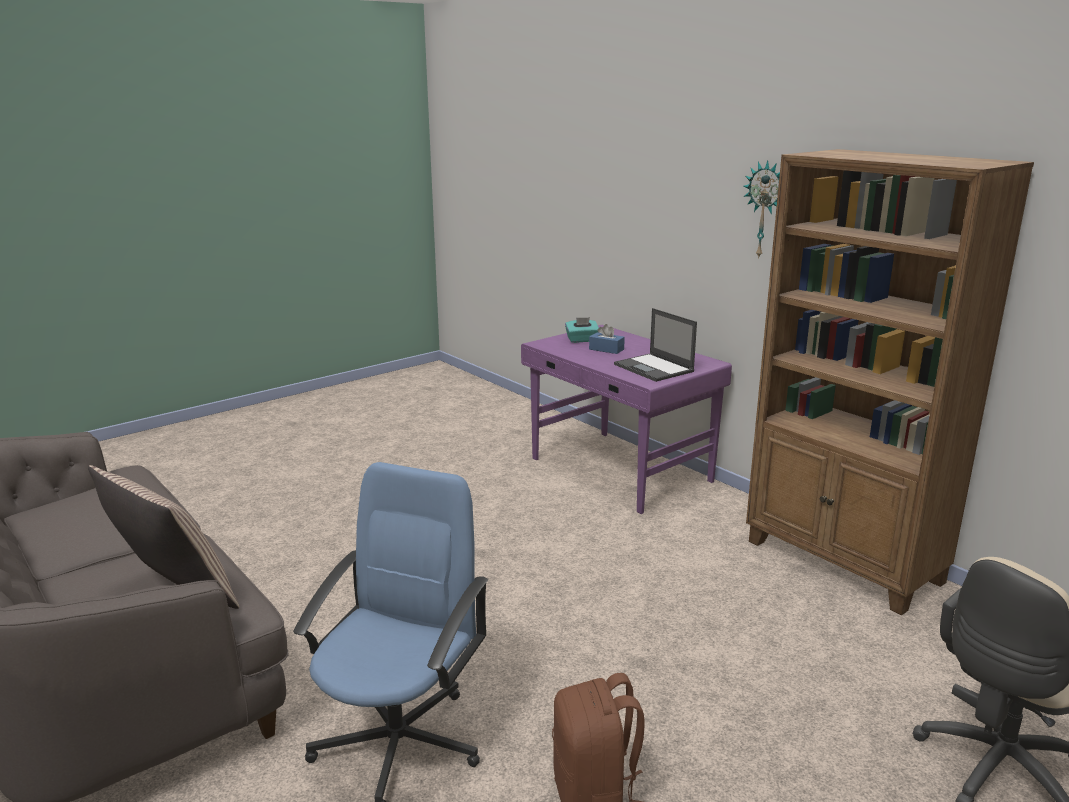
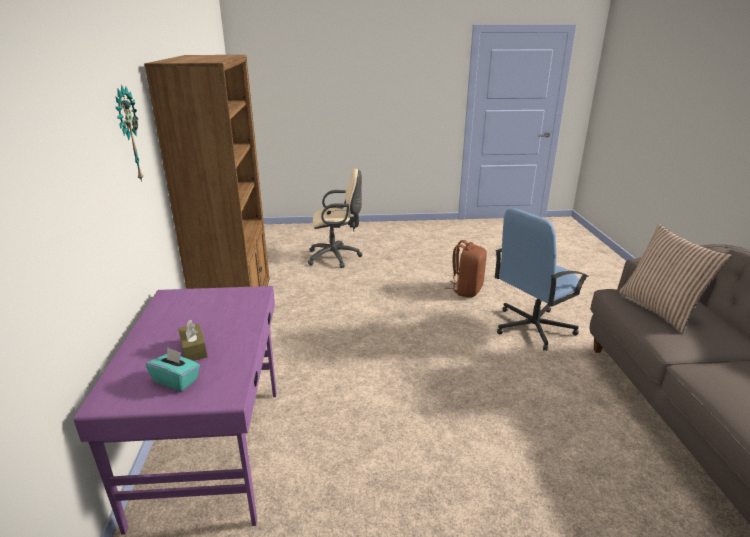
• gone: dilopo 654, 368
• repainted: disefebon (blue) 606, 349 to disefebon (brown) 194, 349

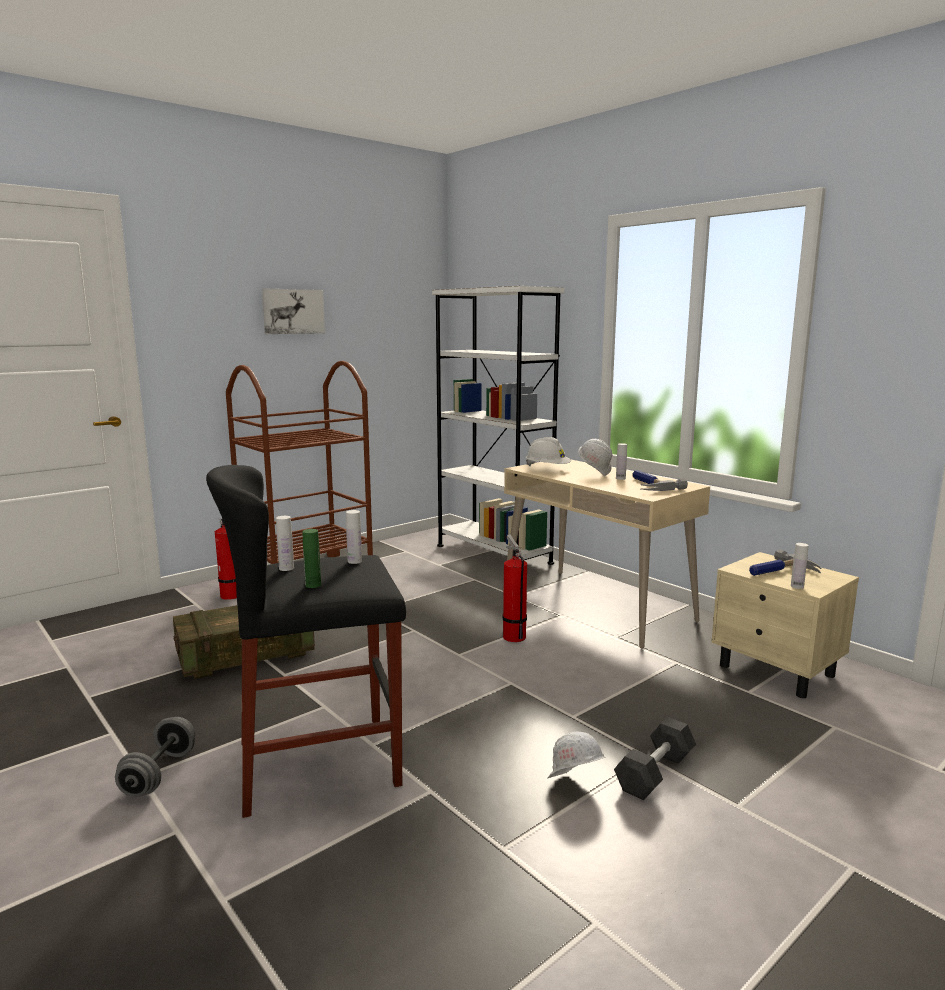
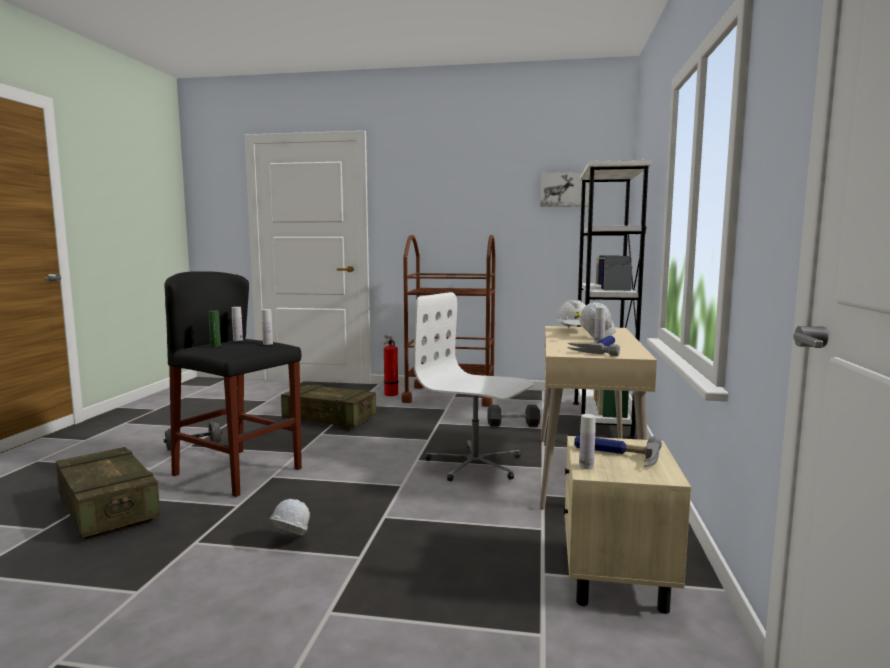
• new: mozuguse 108, 510
• shifted: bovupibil 292, 311 to 565, 189
• shifted: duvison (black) 655, 773 to 513, 424
• swapped: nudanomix 513, 635 to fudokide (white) 475, 464

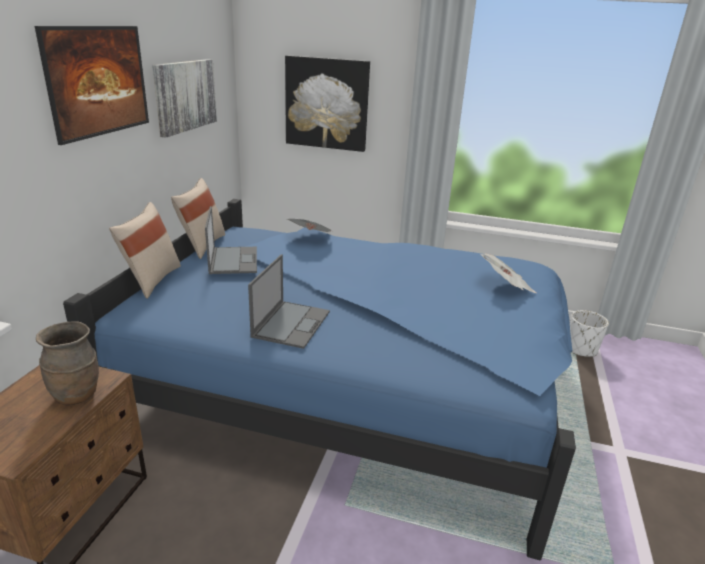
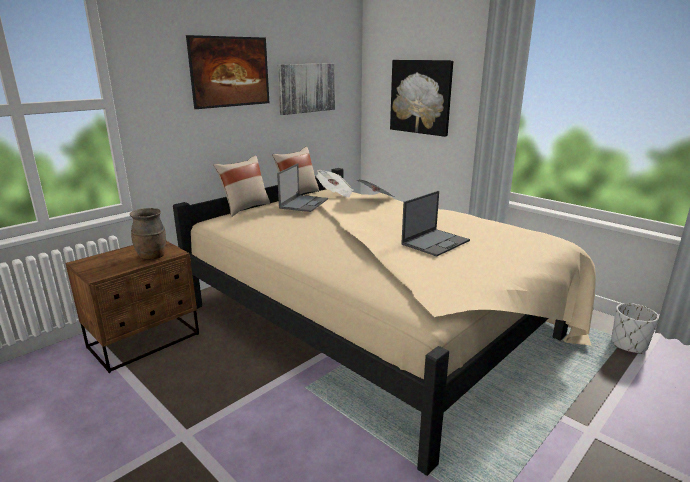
• shifted: dilopo 291, 323 to 435, 242
• shifted: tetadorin 506, 287 to 335, 193
• repainted: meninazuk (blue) 358, 385 to meninazuk (beige) 380, 320

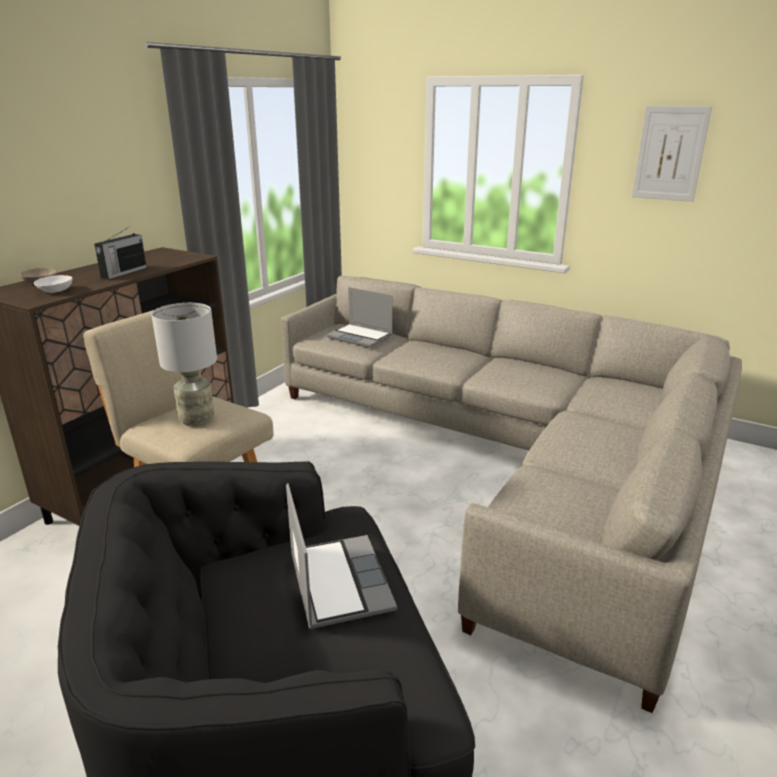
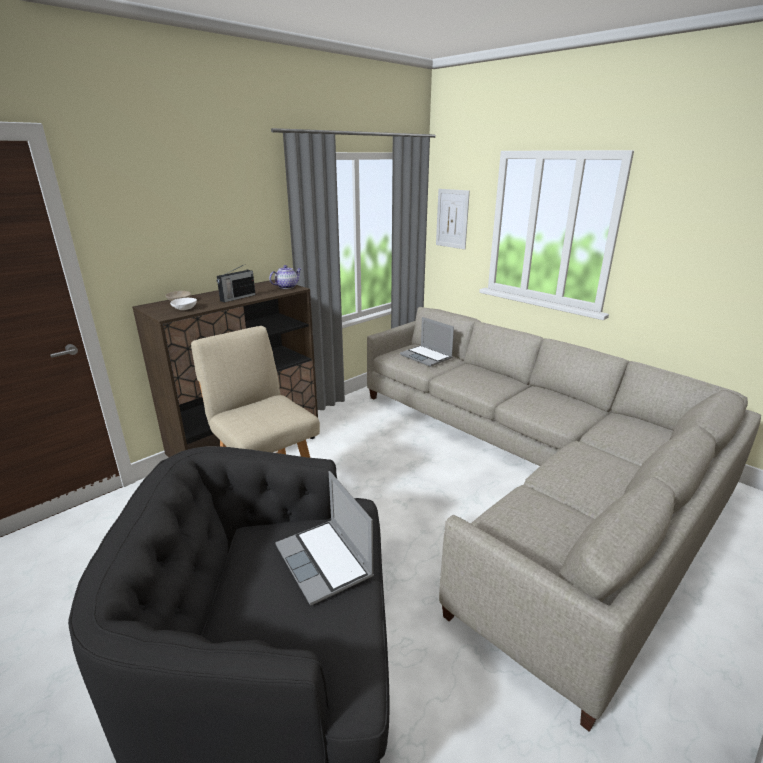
• gone: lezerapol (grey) 197, 419
• new: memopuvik 287, 287
• shifted: bovupibil 670, 153 to 452, 219
• rotated: dilopo 338, 581 = 325, 562 150 degrees clockwise

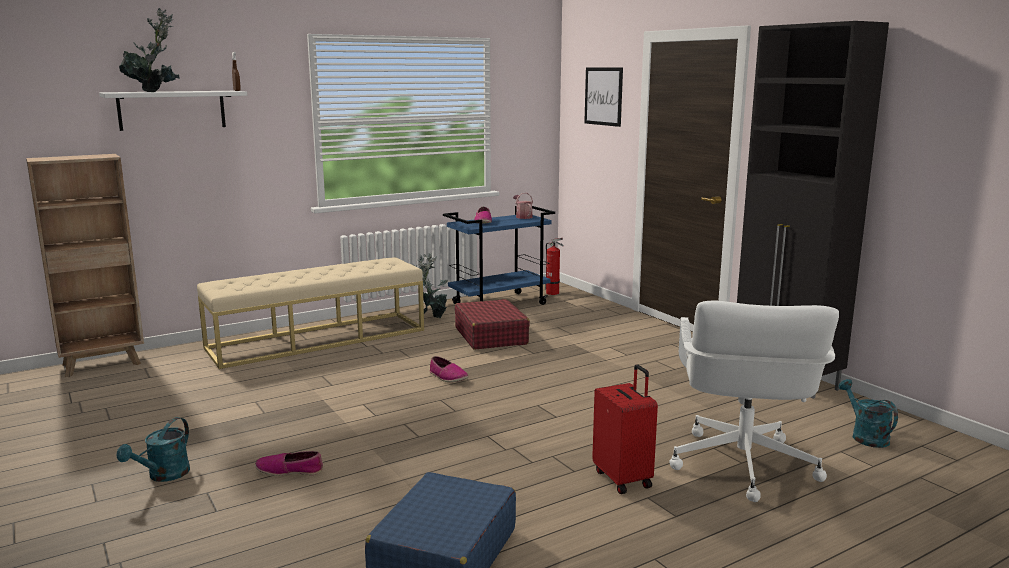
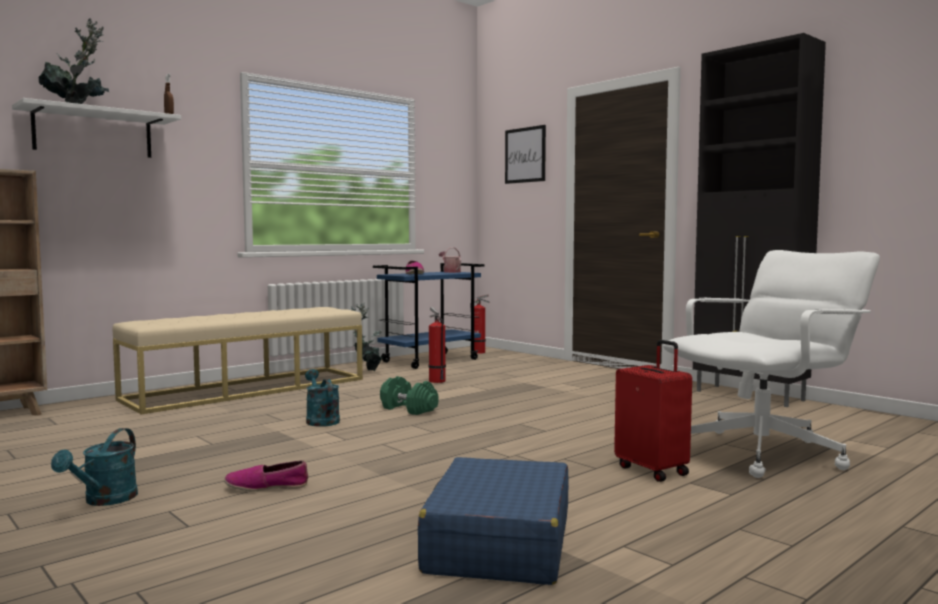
• shifted: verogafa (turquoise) 865, 436 to 320, 420
• swapped: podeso 447, 377 to duvison (green) 409, 409
• swapped: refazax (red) 491, 336 to nudanomix 436, 380
• rotated: fudokide (white) 741, 465 = 763, 454 120 degrees counterclockwise

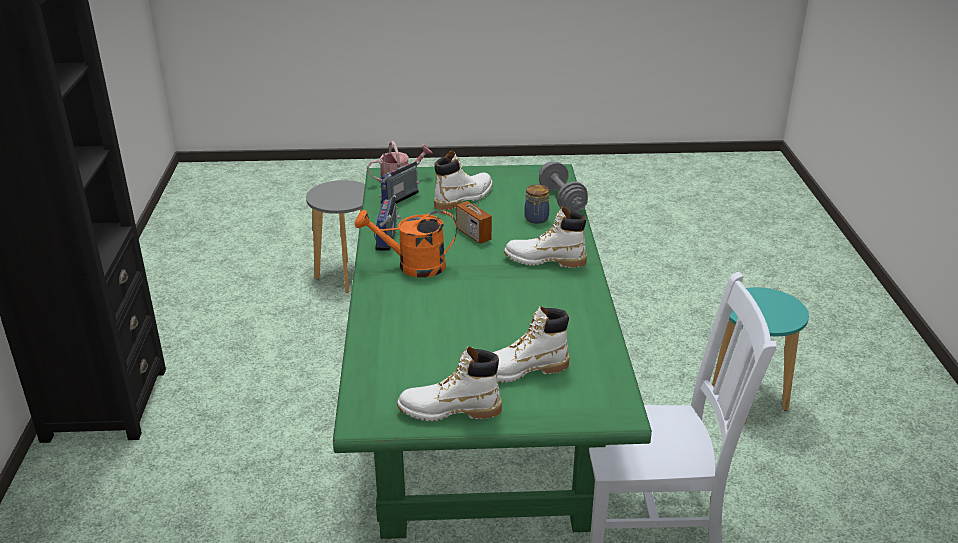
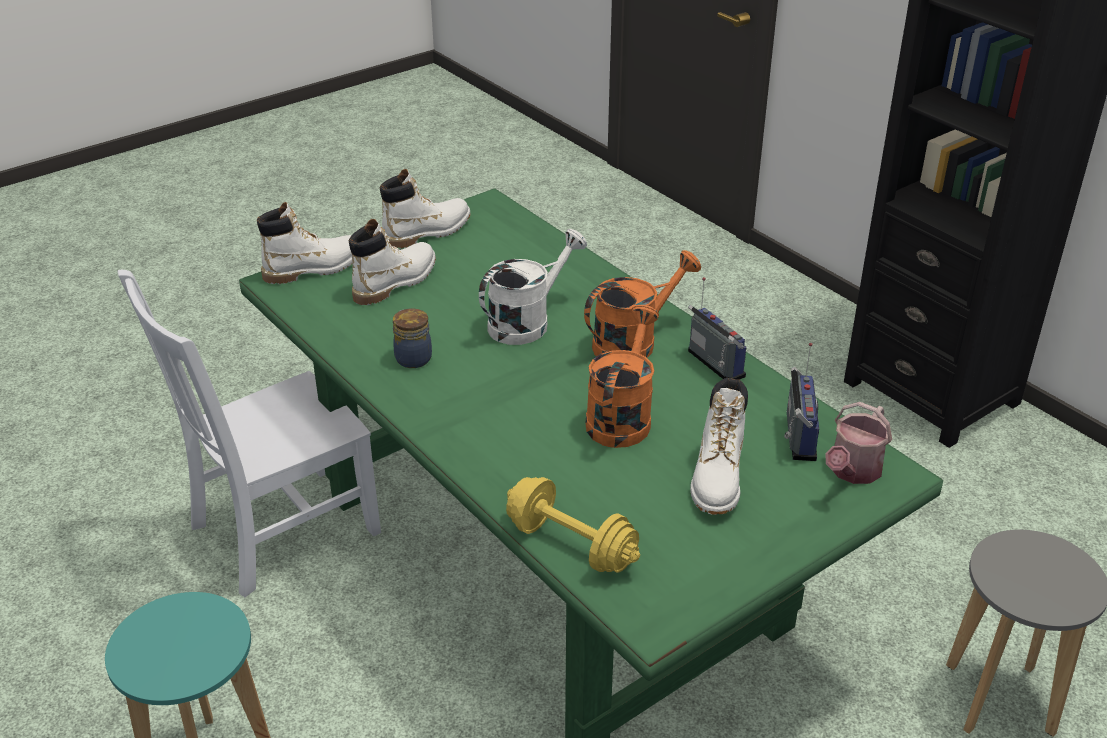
• new: verogafa (white) 527, 322
• shifted: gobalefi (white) 545, 260 to 314, 268
• shifted: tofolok 536, 219 to 412, 358
• swapped: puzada 473, 235 to verogafa (orange) 621, 416
• repainted: duvison (grey) 562, 200 to duvison (yellow) 571, 545

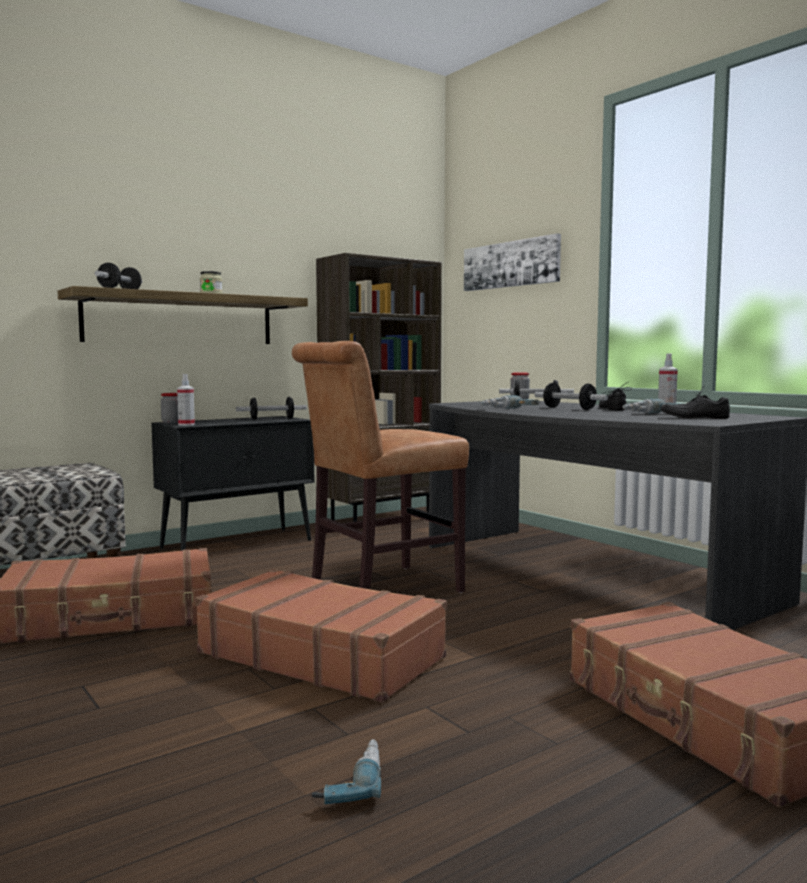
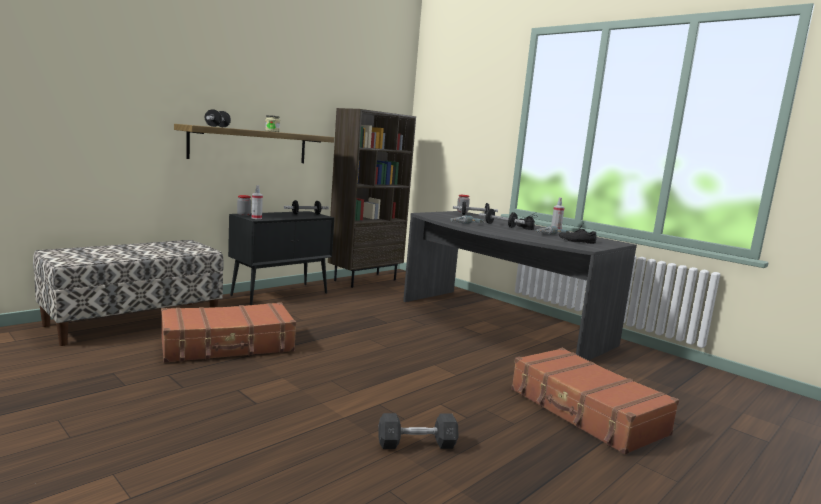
• gone: refazax (brown) 321, 655
• gone: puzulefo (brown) 378, 589
• gone: bovupibil 511, 264
• swapped: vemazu 350, 781 to duvison (grey) 416, 444

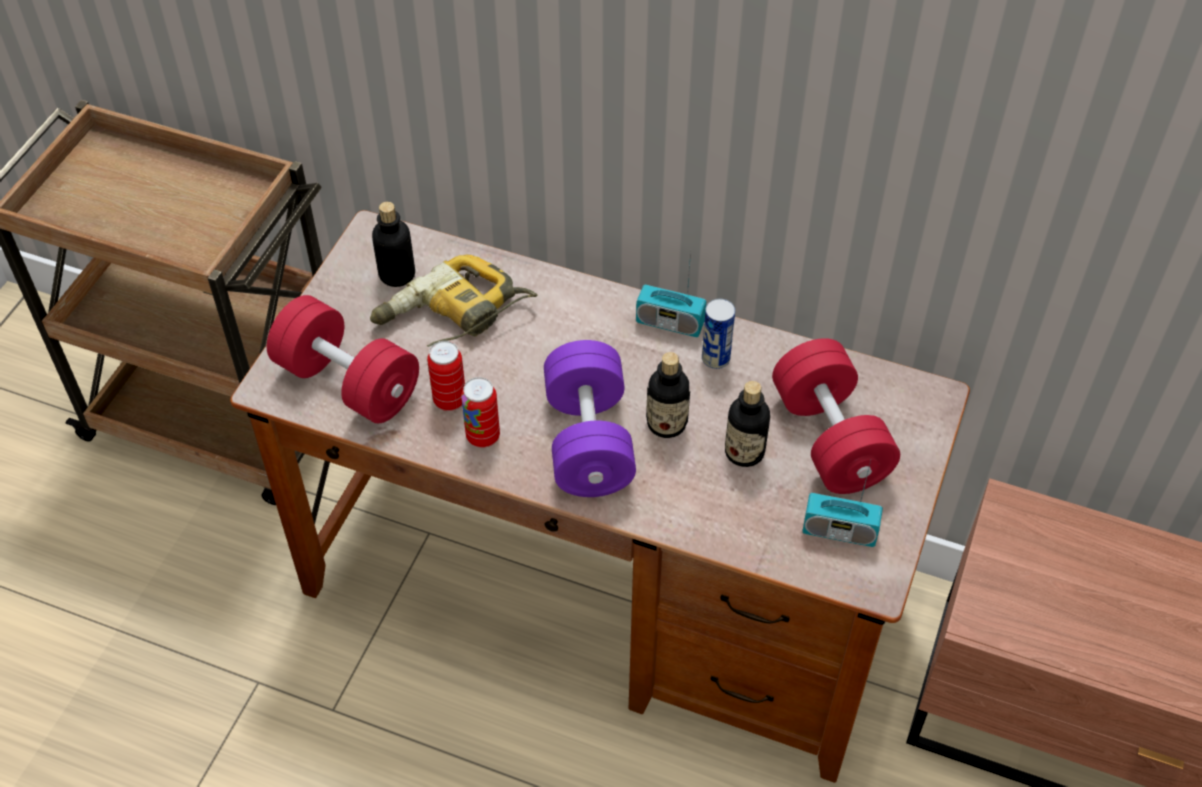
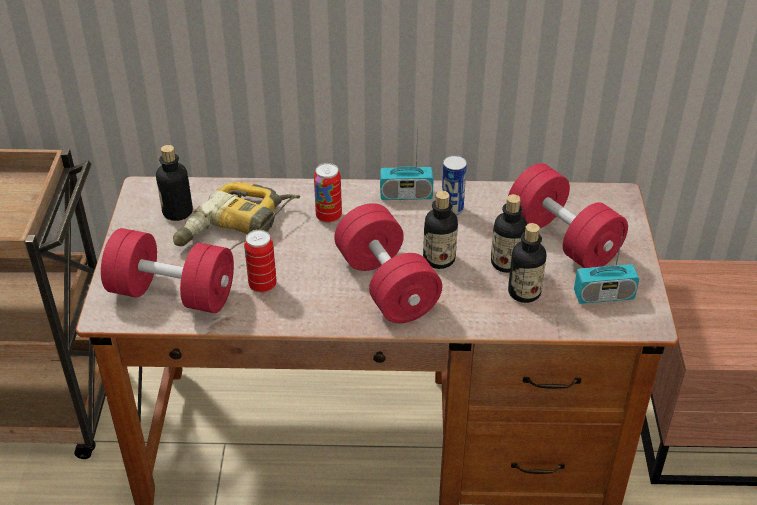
• new: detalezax 524, 292
• shifted: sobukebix 483, 436 to 328, 217
• repainted: duvison (purple) 588, 441 to duvison (red) 386, 285

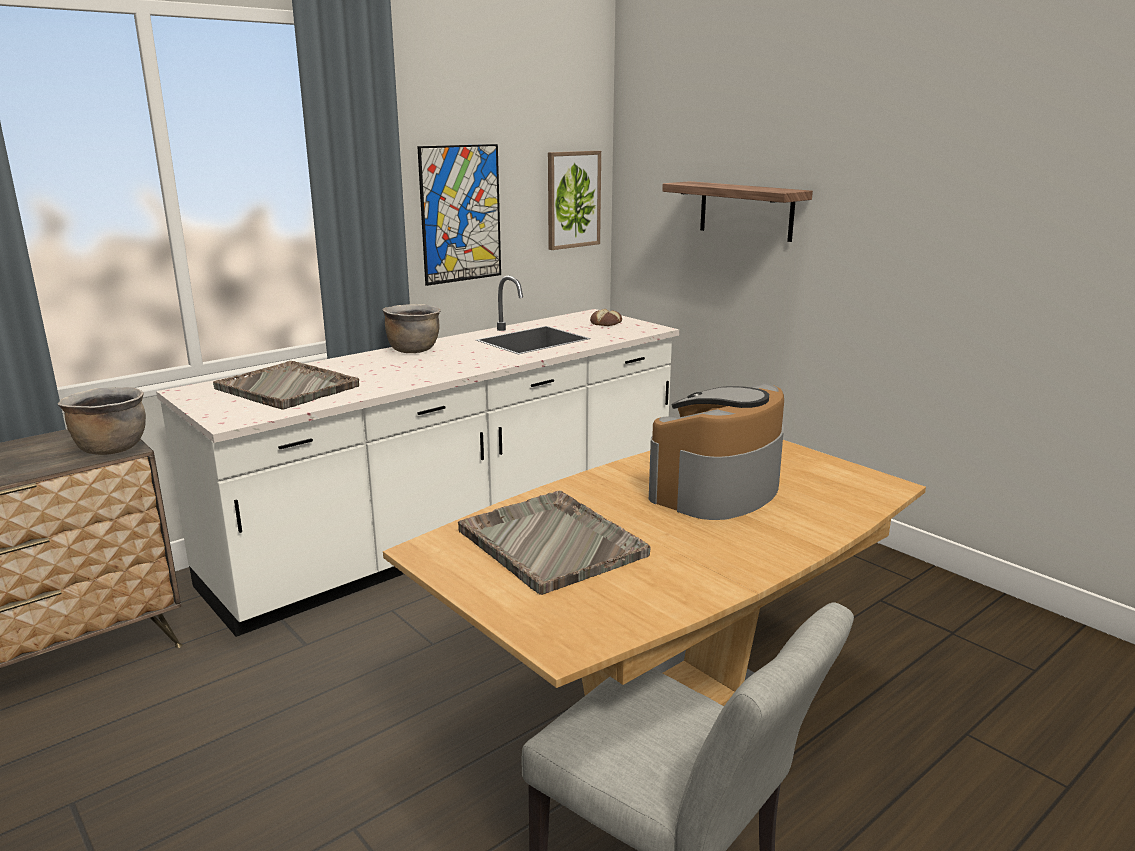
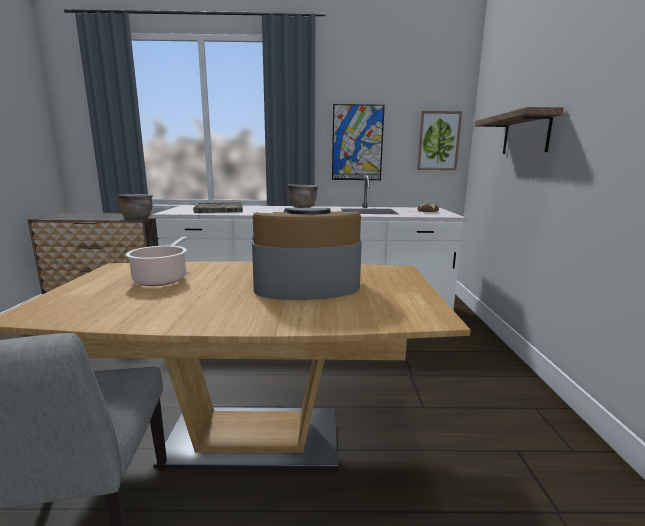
• swapped: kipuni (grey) 550, 542 to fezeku 162, 279

